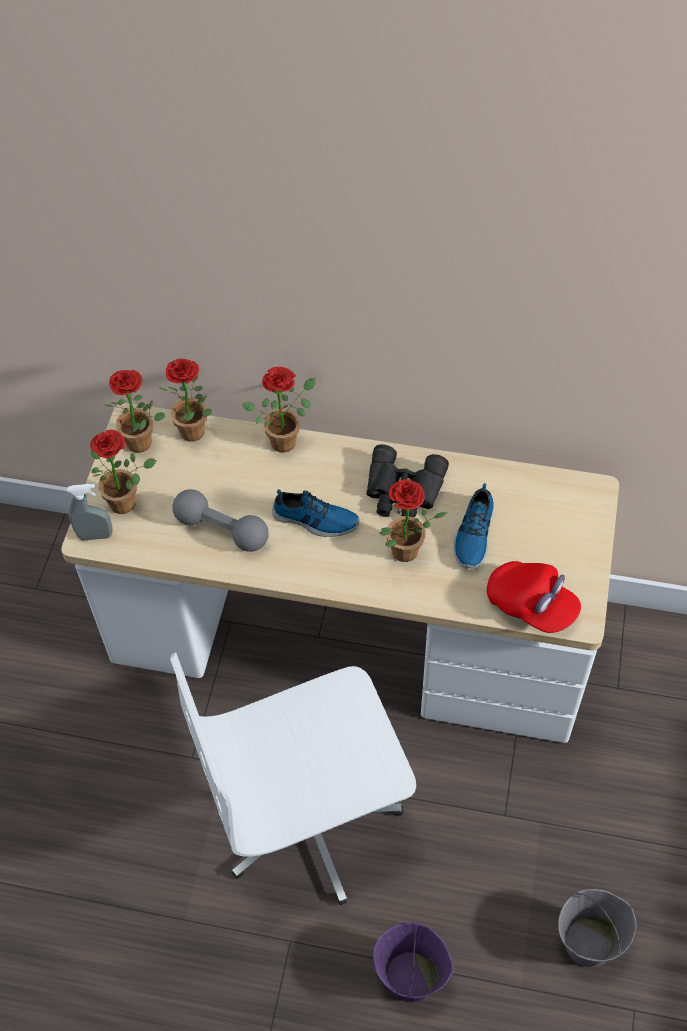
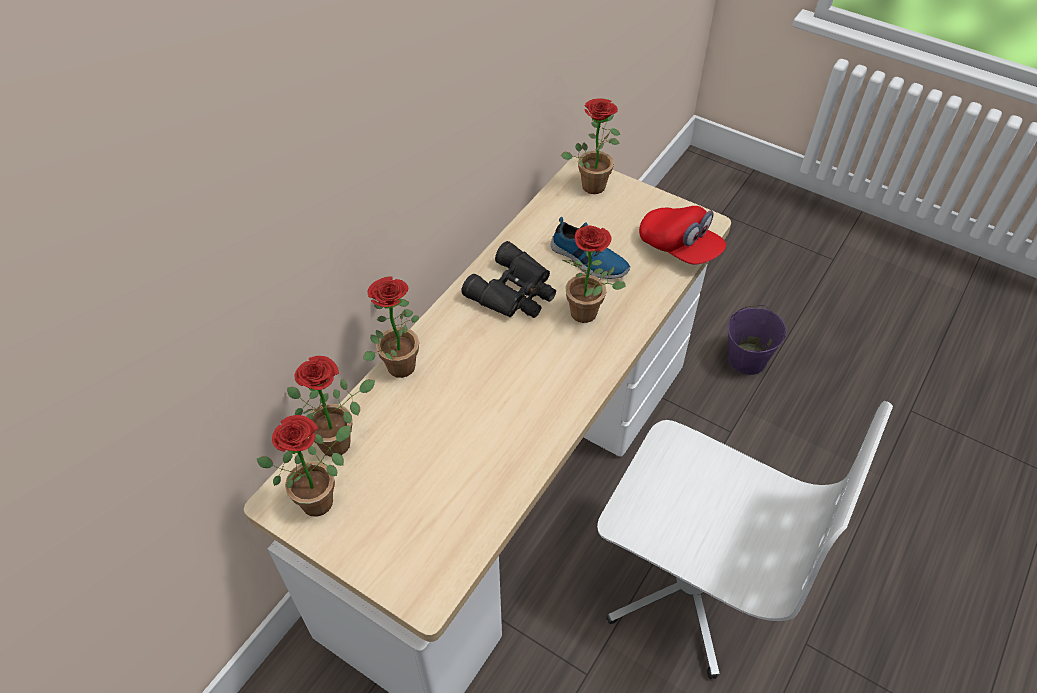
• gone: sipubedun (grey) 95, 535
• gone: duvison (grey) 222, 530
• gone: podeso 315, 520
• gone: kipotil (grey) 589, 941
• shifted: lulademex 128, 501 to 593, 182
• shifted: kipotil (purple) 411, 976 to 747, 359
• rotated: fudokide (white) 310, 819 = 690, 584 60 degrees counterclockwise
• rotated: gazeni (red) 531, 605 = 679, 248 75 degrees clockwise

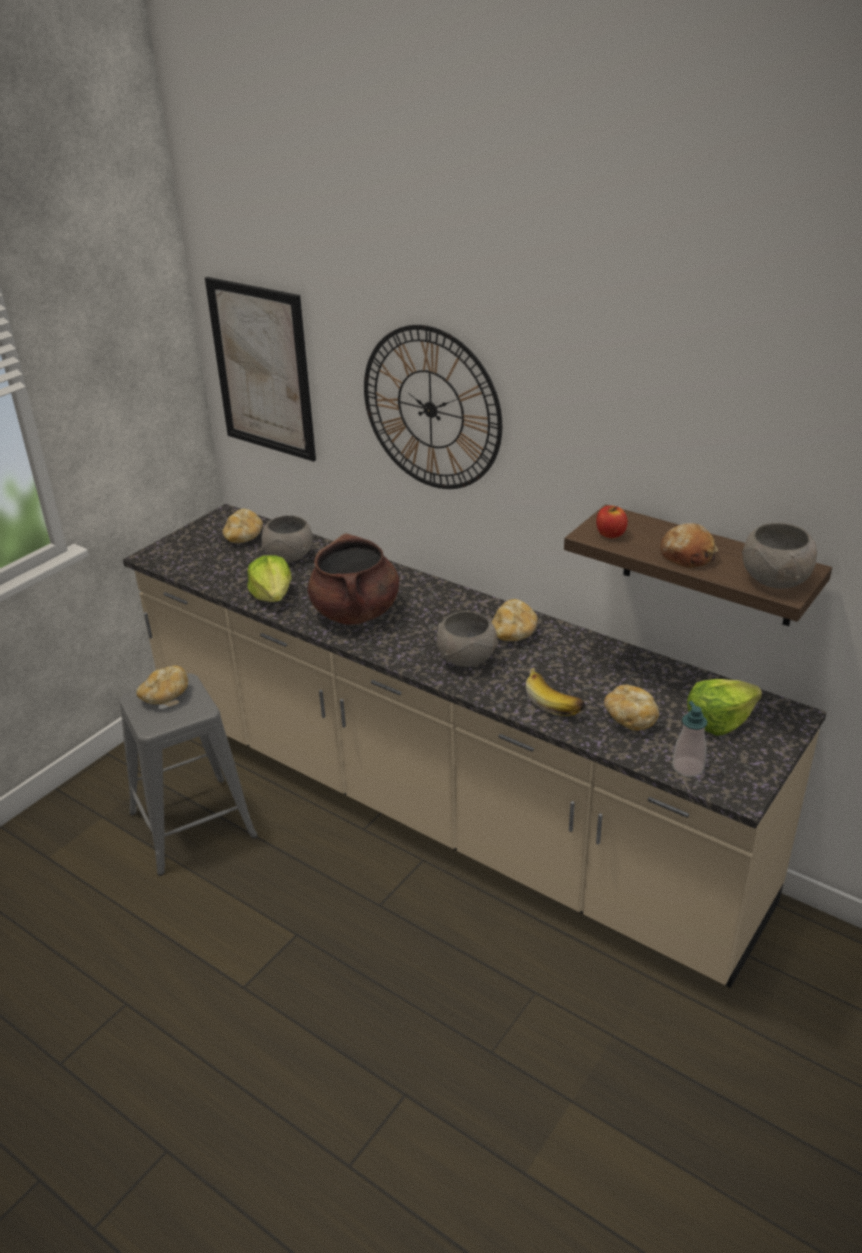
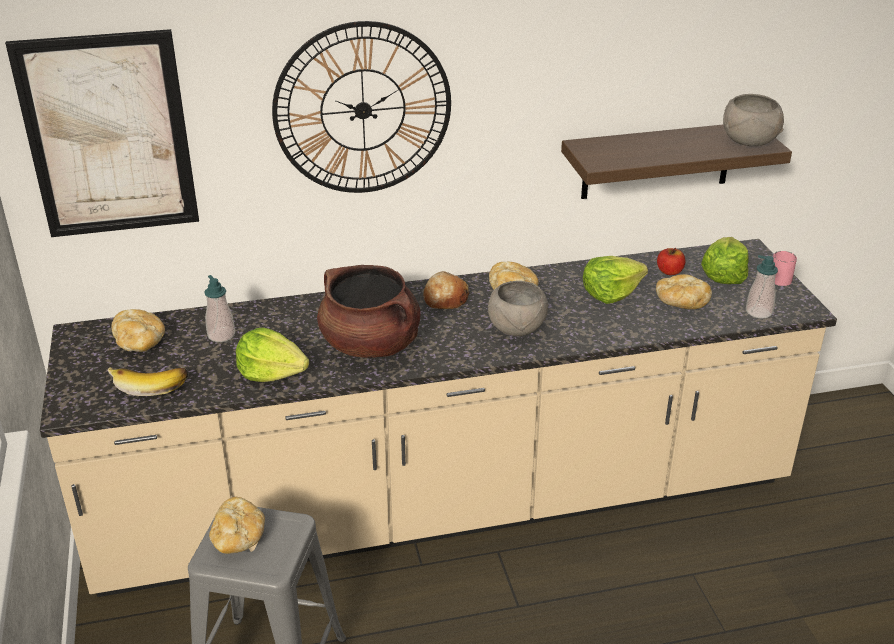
• new: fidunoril 610, 293
• new: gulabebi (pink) 782, 277
• shifted: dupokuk 555, 700 to 150, 384
• shifted: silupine 610, 534 to 669, 271
• shifted: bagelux 687, 555 to 445, 299
• swapped: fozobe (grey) 289, 557 to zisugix 221, 335

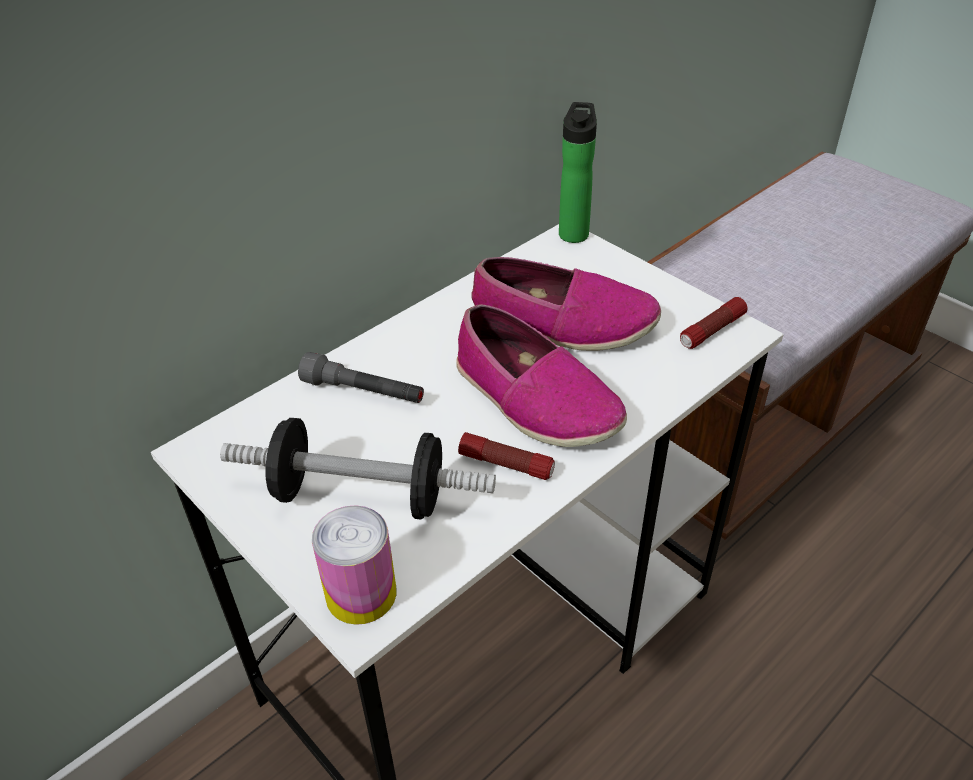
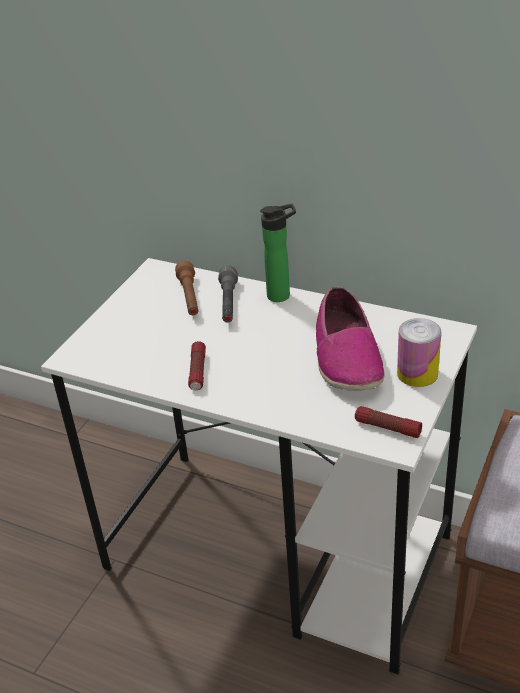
• gone: duvison 361, 495
• gone: podeso 534, 399
• new: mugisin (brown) 189, 297
• shifted: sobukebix 361, 593 to 417, 373
• shifted: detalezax 574, 232 to 282, 295

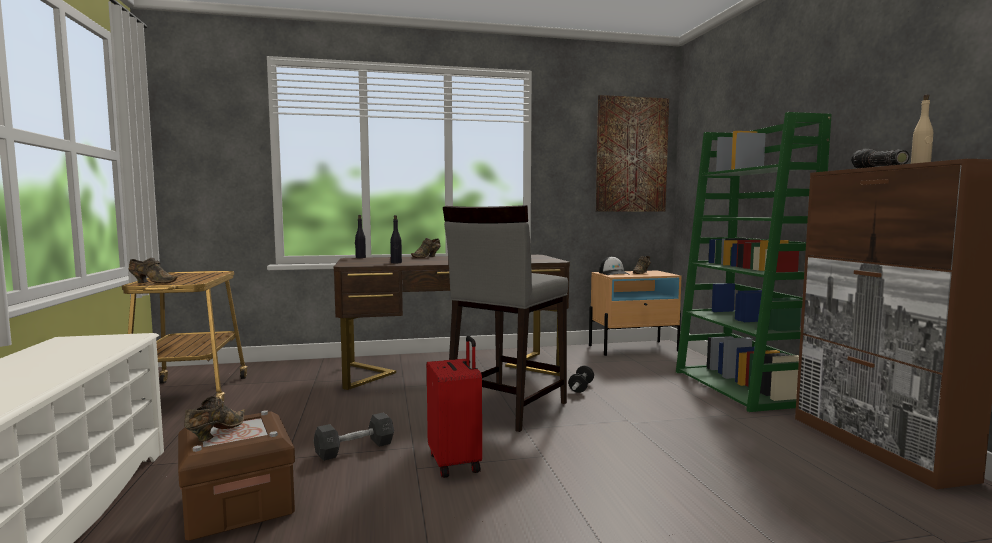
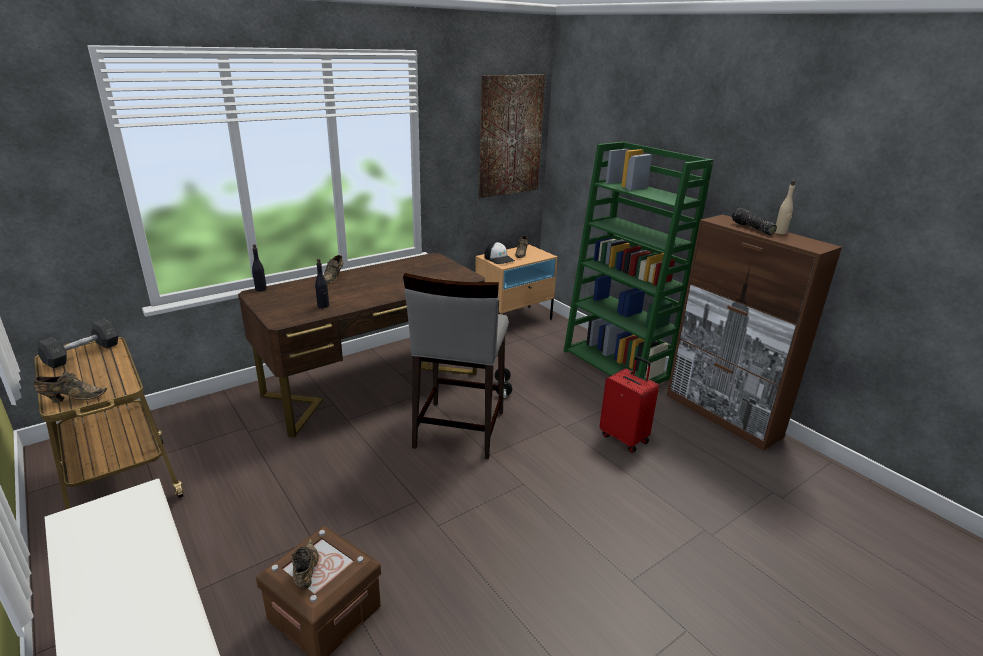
• shifted: duvison (grey) 355, 449 to 82, 354
• shifted: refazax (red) 456, 462 to 624, 438

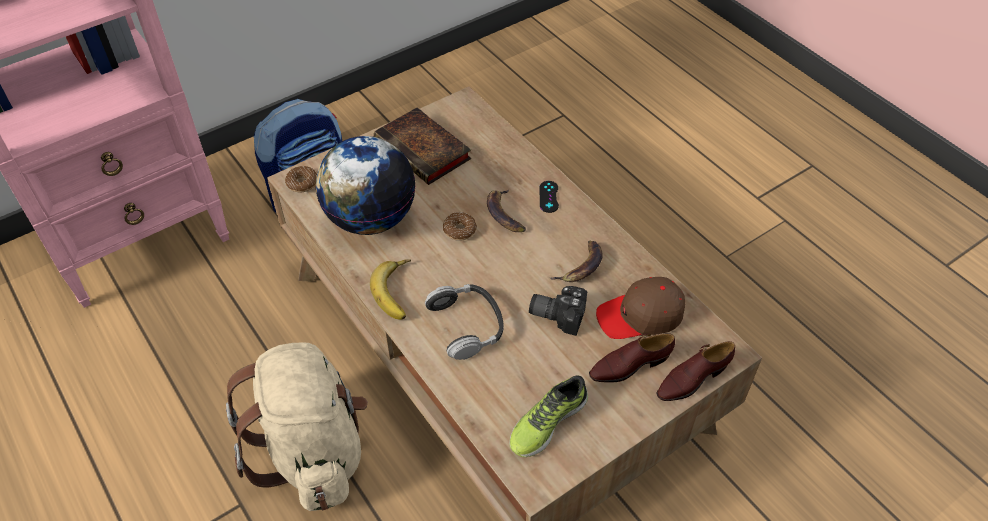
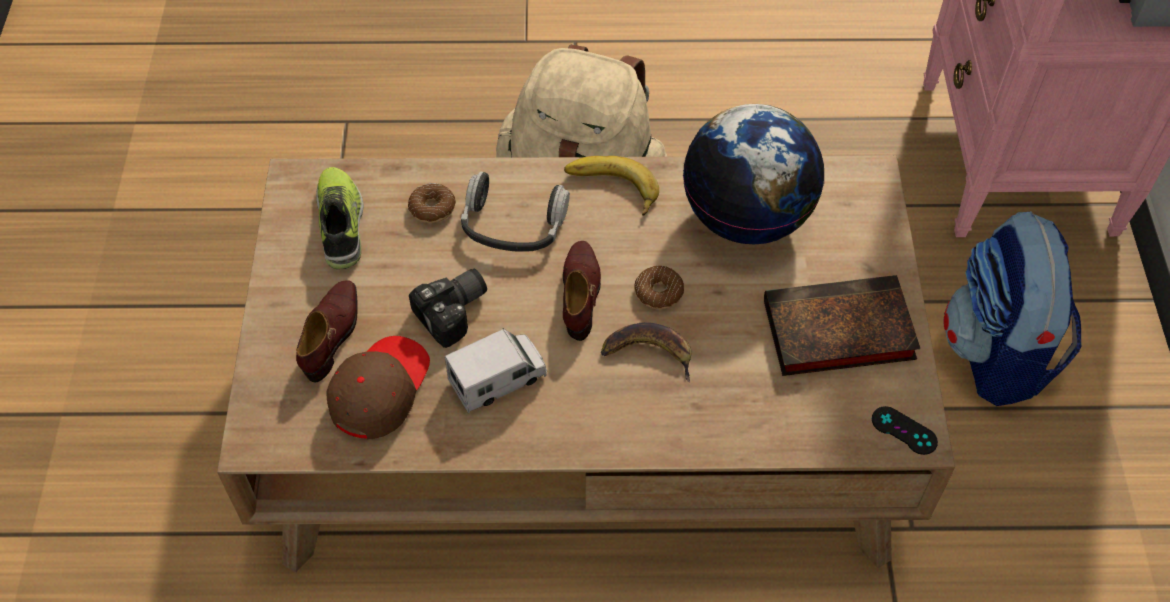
• shifted: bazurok 302, 183 to 432, 208
• shifted: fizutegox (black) 549, 197 to 904, 430
• shifted: podeso (brown) 692, 378 to 581, 293
• swapped: dupokuk 581, 267 to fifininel 498, 379

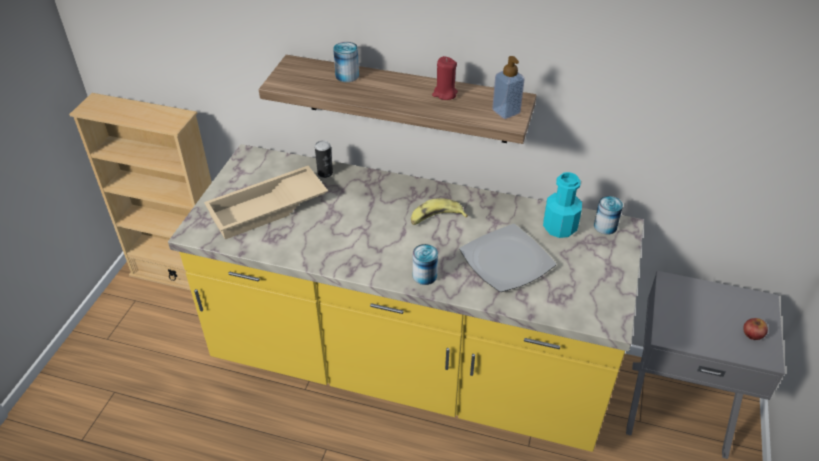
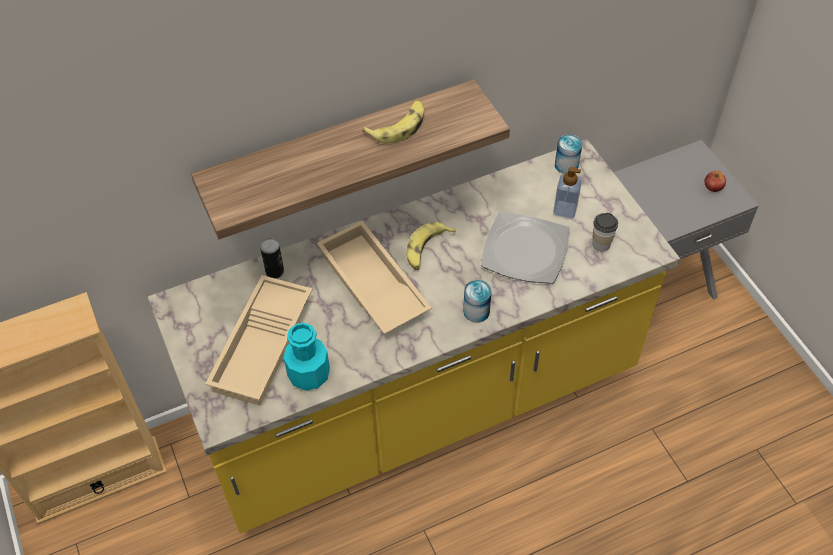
• gone: sobukebix 347, 75
• new: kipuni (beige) 371, 285
• new: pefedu 601, 244
• shifted: zisugix 506, 111 to 565, 210
• shifted: detalezax (turquoise) 559, 227 to 309, 374
• swapped: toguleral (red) 444, 94 to dupokuk 398, 127

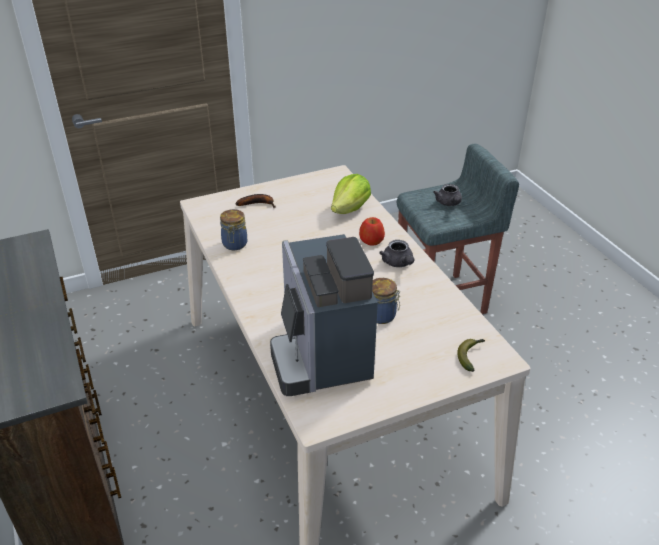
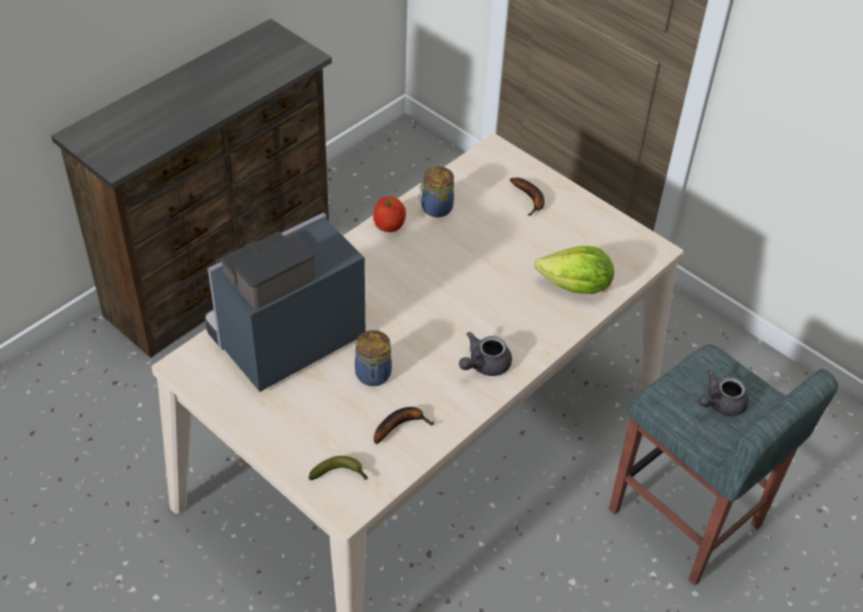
• new: dupokuk 400, 425
• shifted: silupine 371, 240 to 389, 224

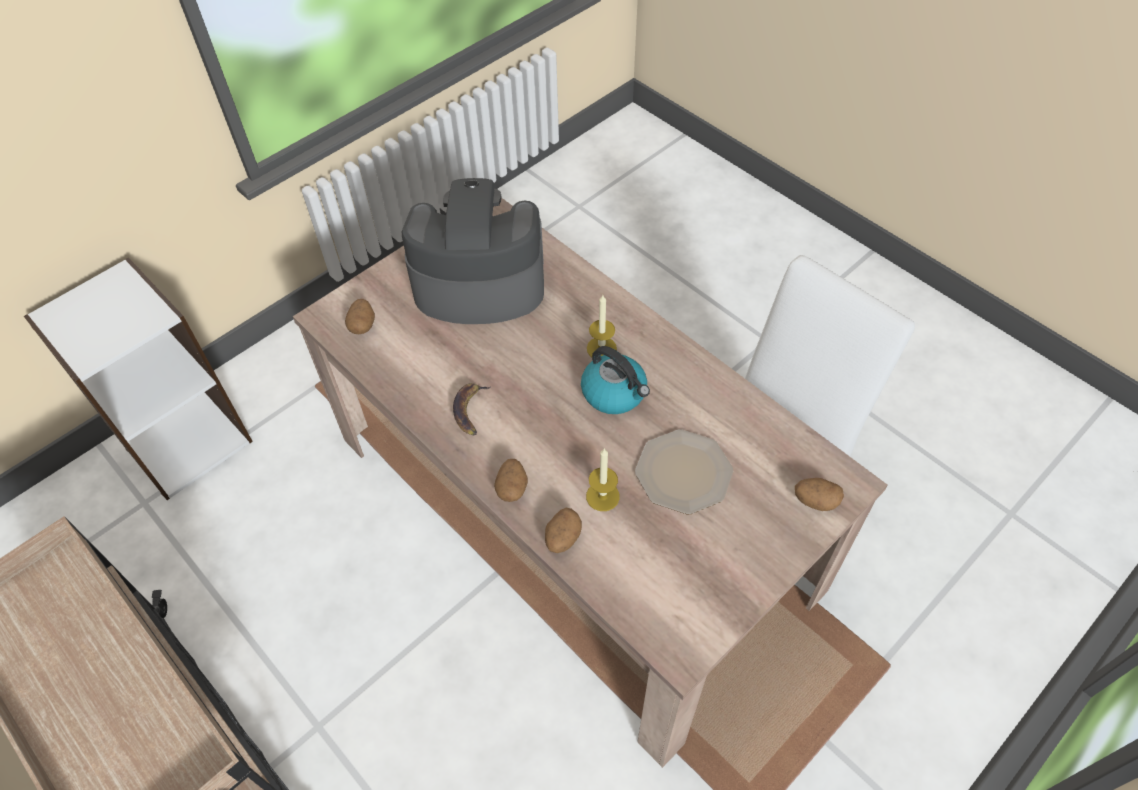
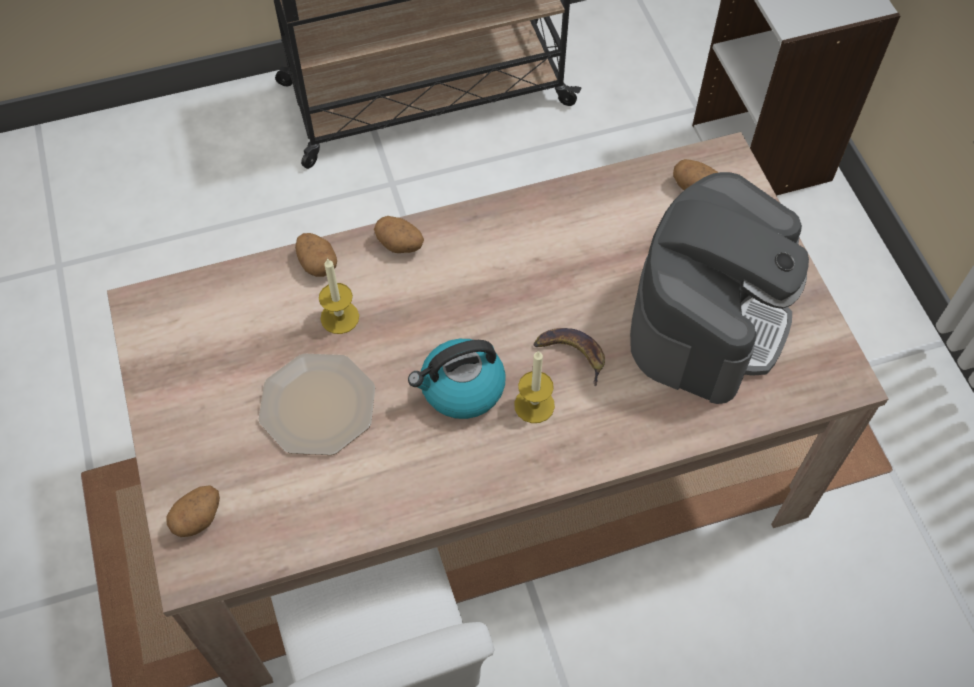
• shifted: dupokuk 470, 410 to 572, 354

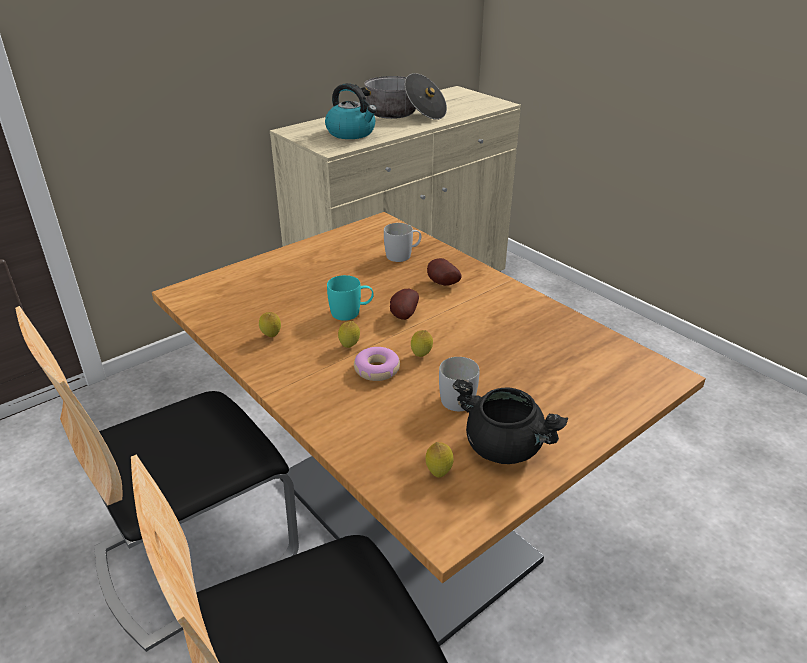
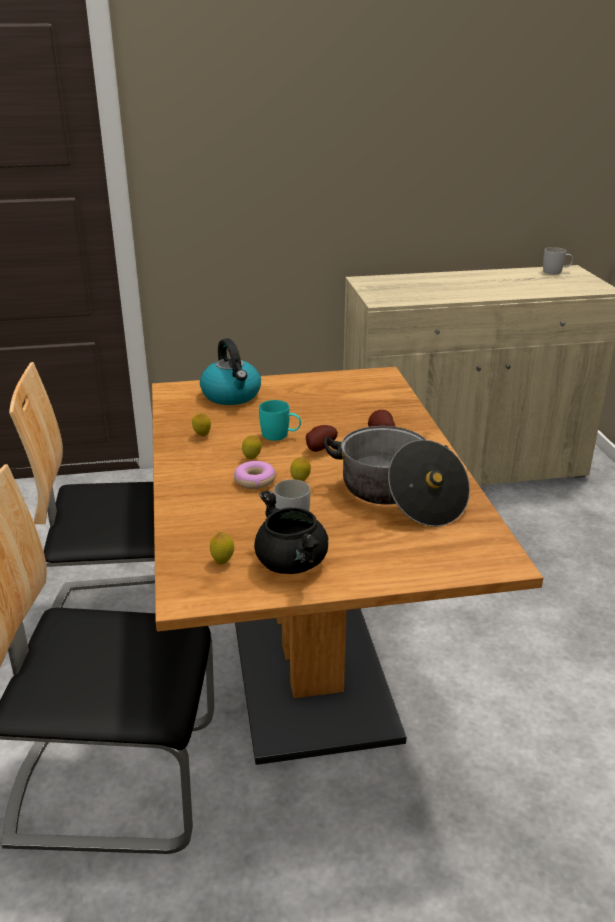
• shifted: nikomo 352, 133 to 232, 395
• shifted: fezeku 403, 113 to 398, 495
• shifted: gulabebi (white) 403, 255 to 556, 272

